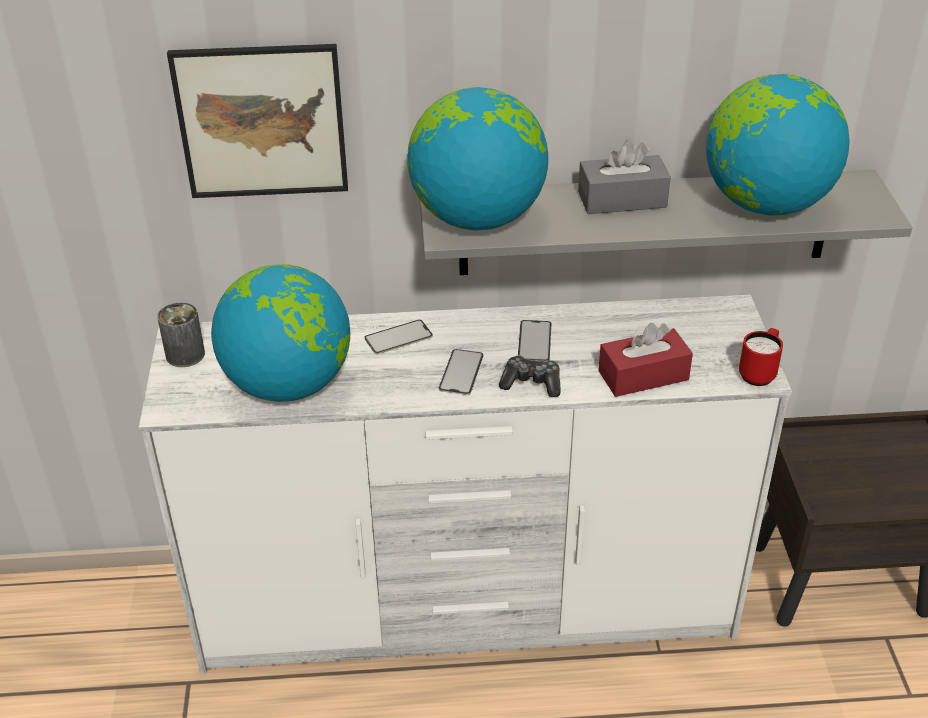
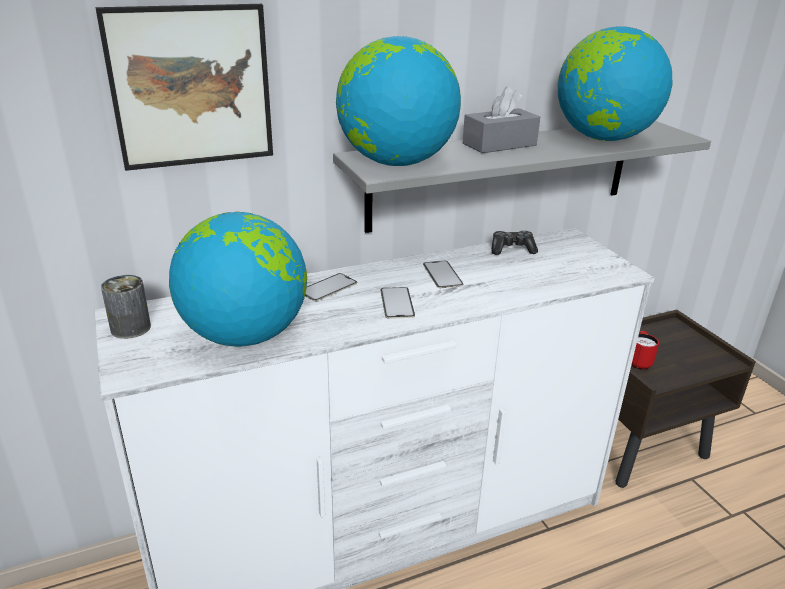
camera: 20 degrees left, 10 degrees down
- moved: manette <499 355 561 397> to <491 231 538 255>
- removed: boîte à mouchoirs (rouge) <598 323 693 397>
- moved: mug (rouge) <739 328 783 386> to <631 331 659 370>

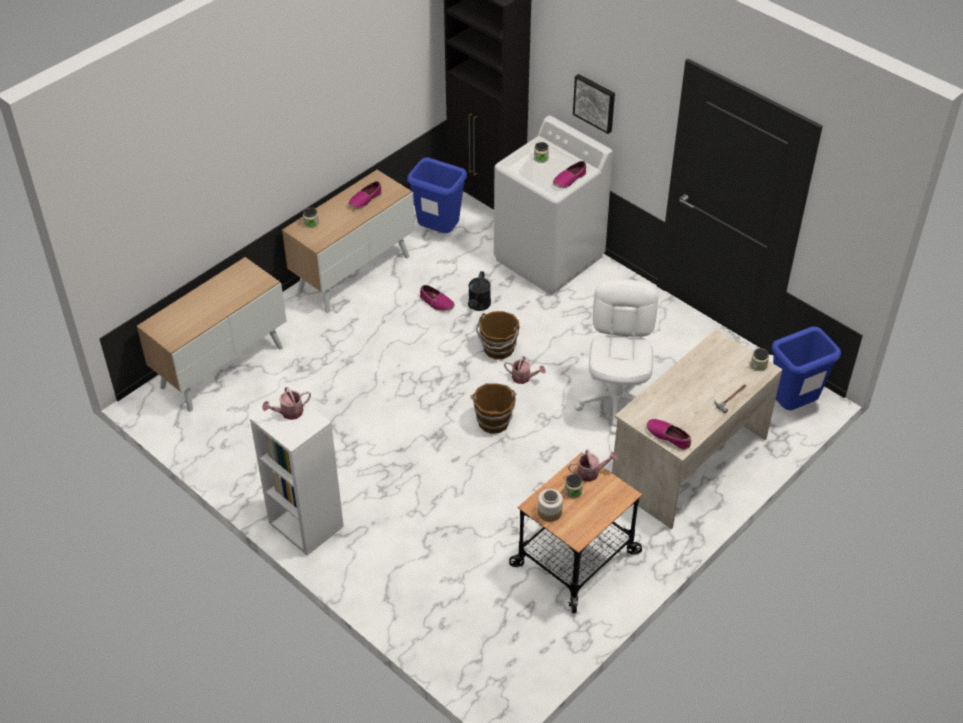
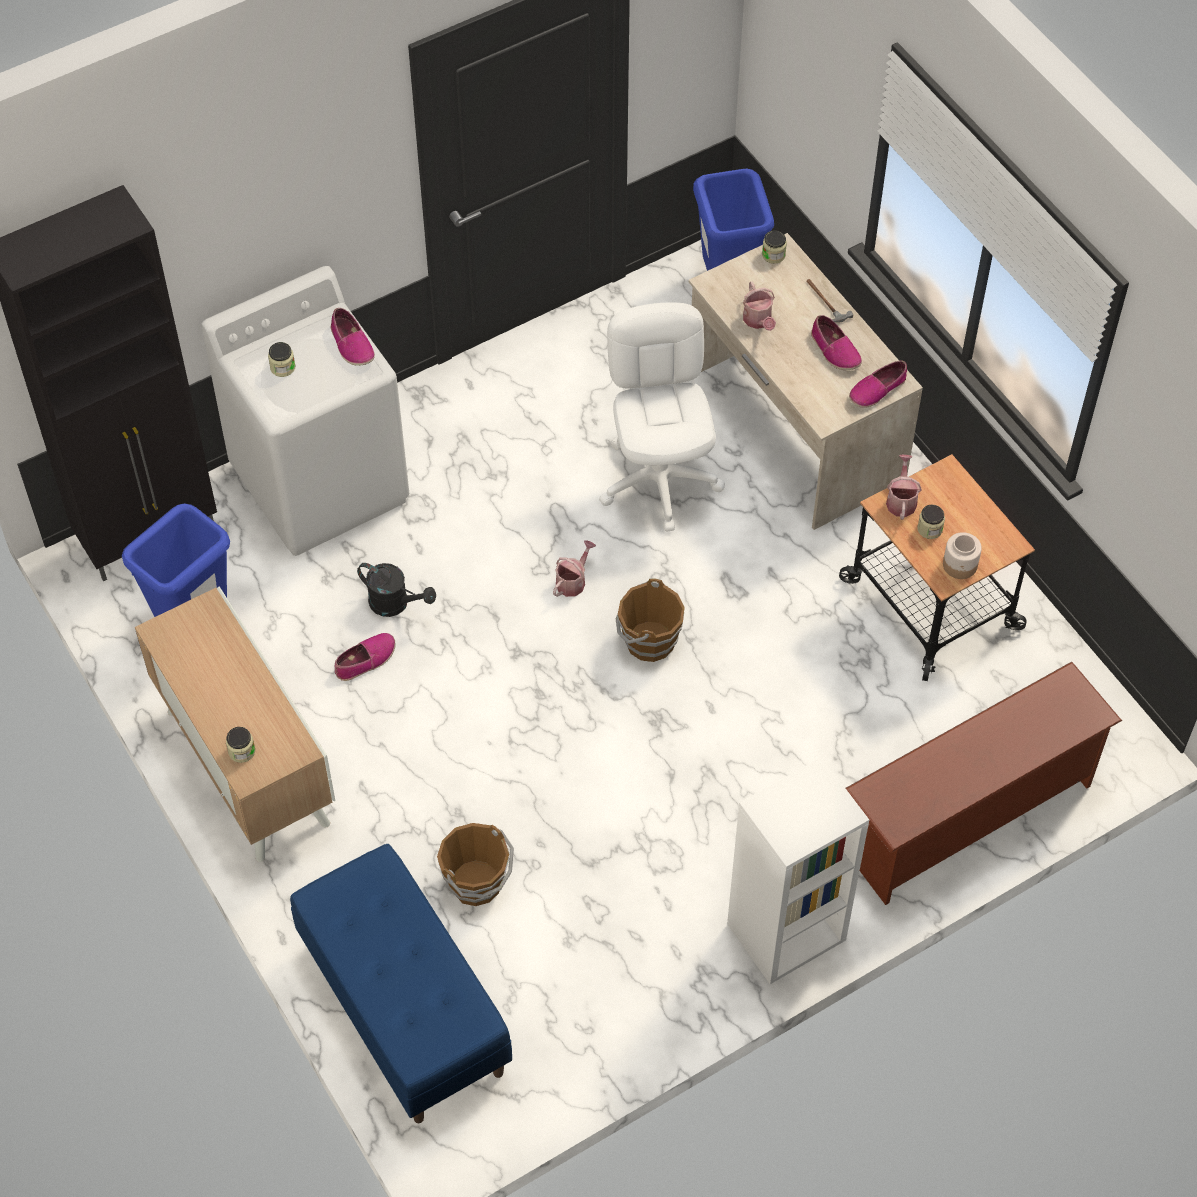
camera: 75 degrees left, 10 degrees up
- replaced: meuble de rangement <137 257 287 412> to banc (bleu) <290 844 512 1123>
- moved: arrosoir <262 387 311 420> to <743 281 776 331>
- moved: chaussure <348 181 381 209> to <811 315 862 370>
- moved: seau (marron) <476 311 519 359> to <437 823 514 906>
- removed: tableau <573 74 615 134>
- turned: chaise de bureau (blanc) <574 279 658 434> = <599 303 725 532> 60 degrees clockwise
- added: étagère à chaussures (marron) <846 662 1122 905>

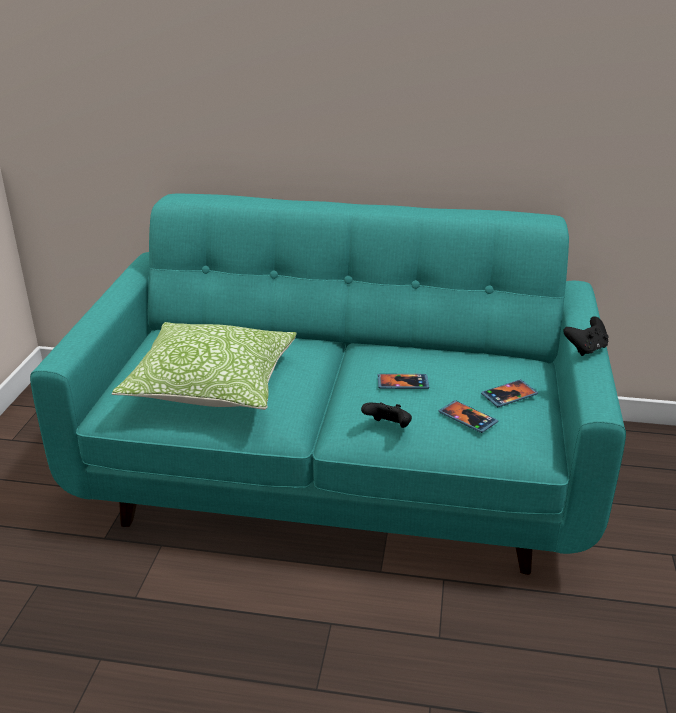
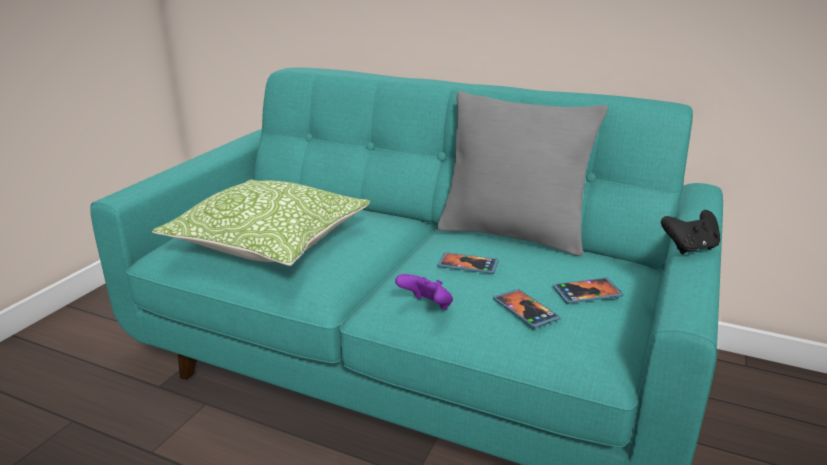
camera: 15 degrees right, 5 degrees down
- recoloured: manette (noir) <361 403 412 428> to manette (violet) <395 274 453 309>
- added: coussin (gris) <437 91 608 256>

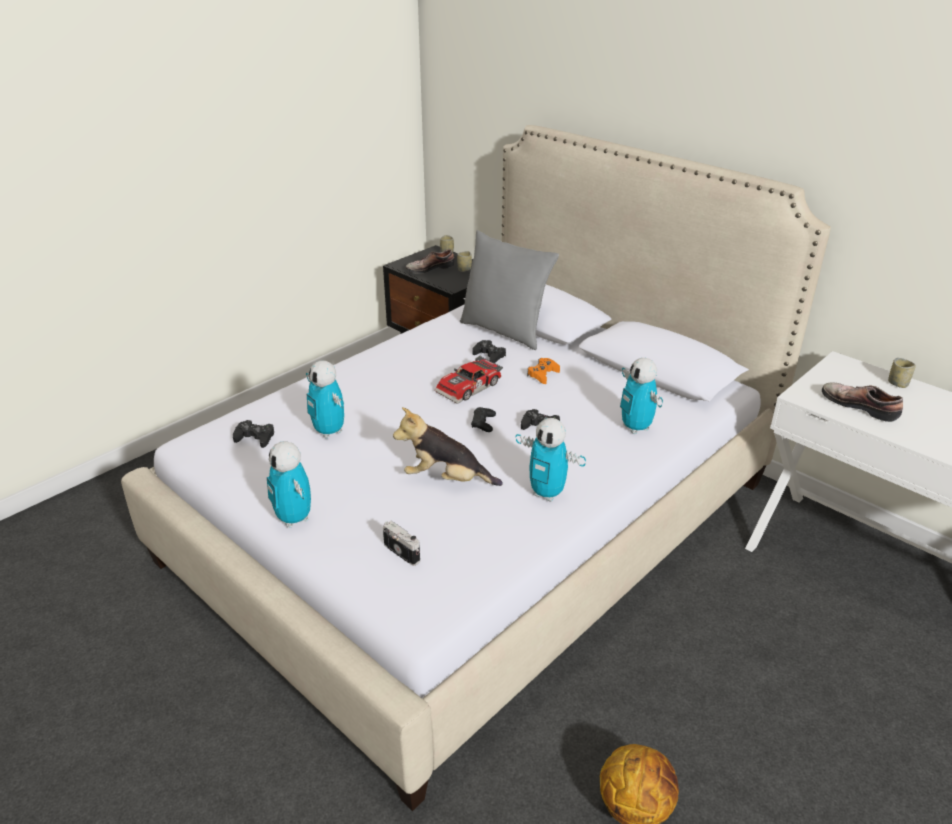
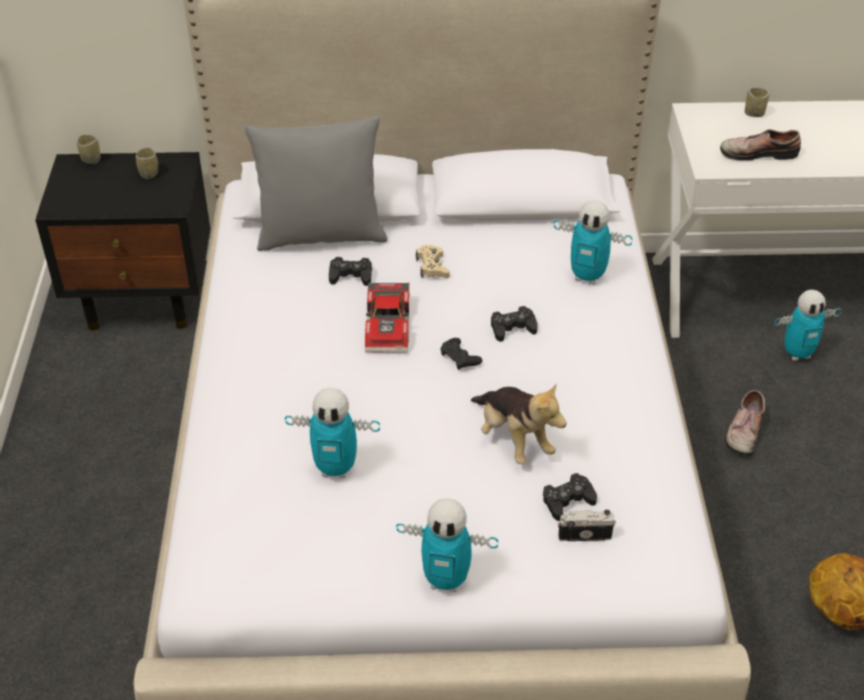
camera: 45 degrees left, 10 degrees up
- moved: manette (noir) <233 420 274 448> to <543 473 597 521>
- turned: peluche <393 407 503 486> = <471 384 567 464> 90 degrees counterclockwise
- moved: chaussure <406 249 455 274> to <725 390 765 456>
- moved: robot jouet <516 418 586 502> to <774 290 841 361>
- recoloured: manette (orange) <527 358 560 384> to manette (beige) <416 245 450 278>

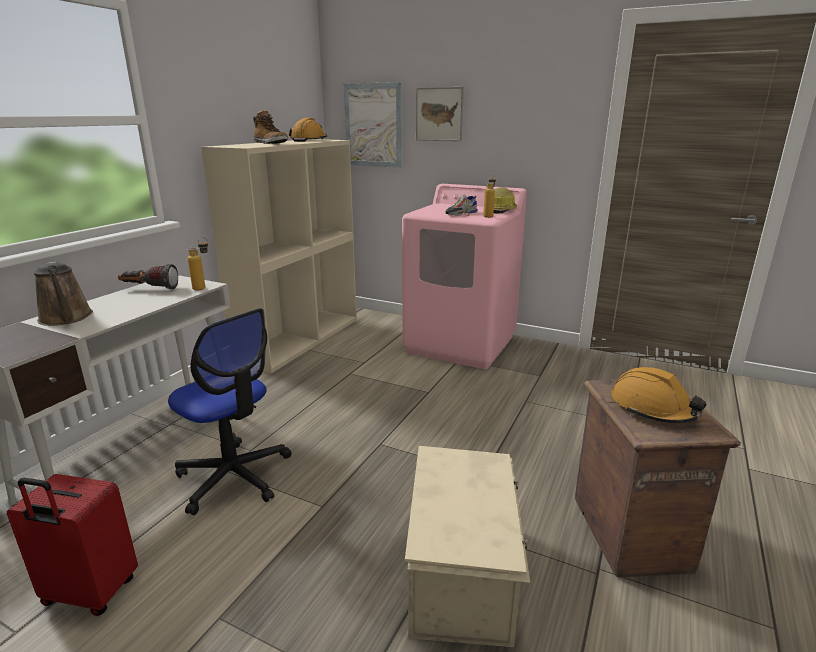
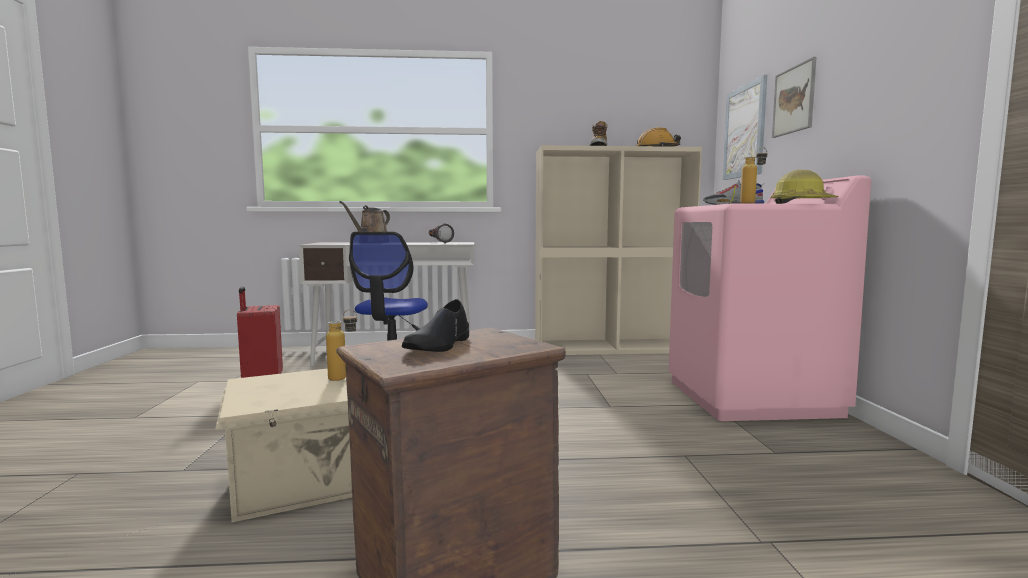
camera: 60 degrees right, 15 degrees down
- moved: bouteille <188 237 208 290> to <326 309 357 381>
- replaced: casque de chantier (orange) <611 367 706 423> to chaussure (noir) <402 299 469 352>

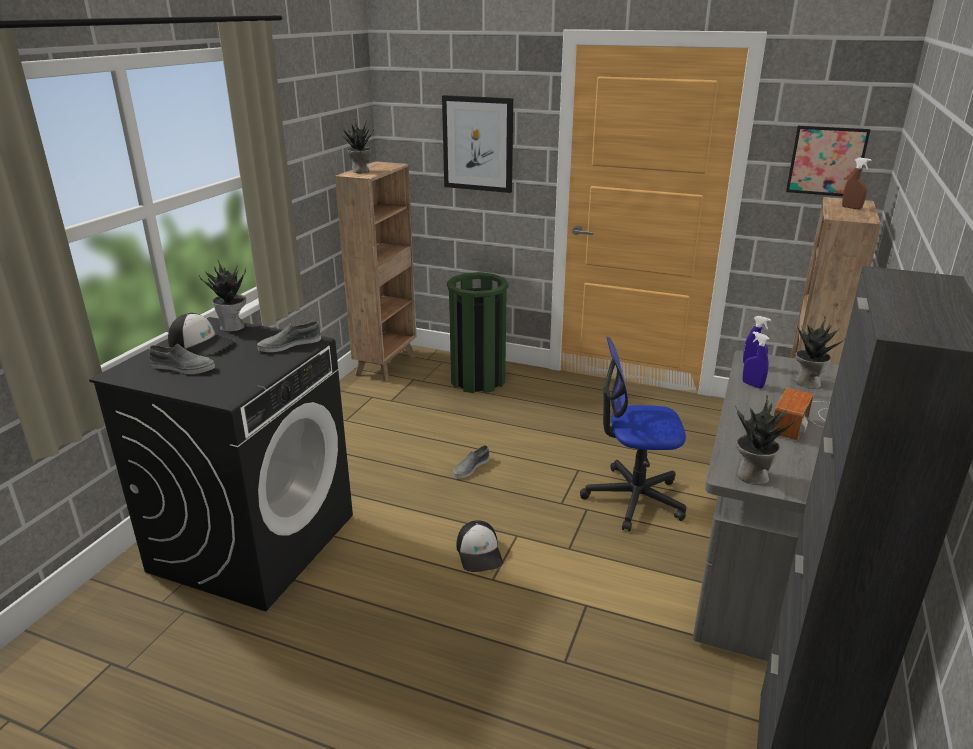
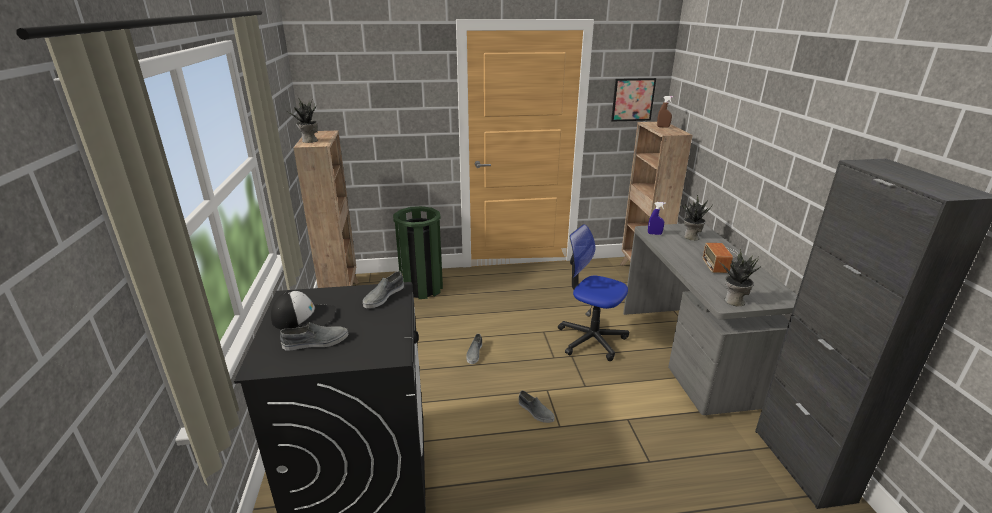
camera: 30 degrees left, 0 degrees up
- removed: plante en pot <199 260 246 332>
- removed: tableau <442 95 513 193>
- replaced: casquette <456 520 503 572> to chaussure (gris) <519 391 554 423>
- turned: chaise de bureau <580 337 686 531> = <558 224 629 361> 60 degrees clockwise
- removed: vaporisateur (bleu) <743 331 769 389>

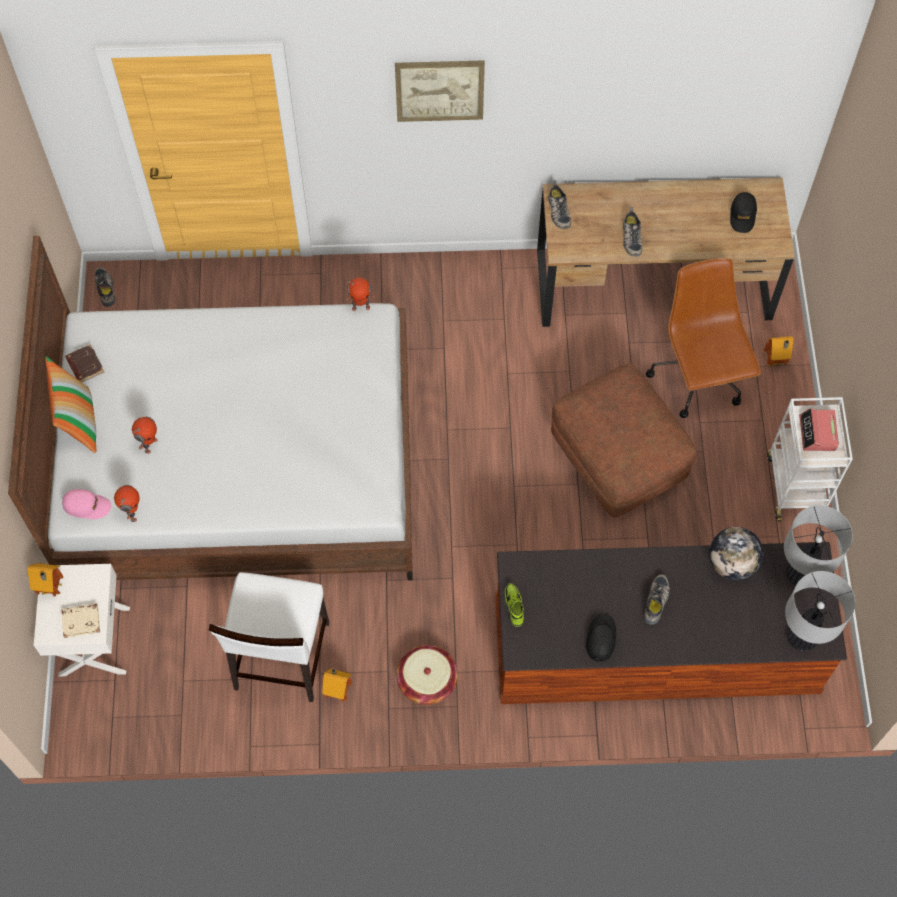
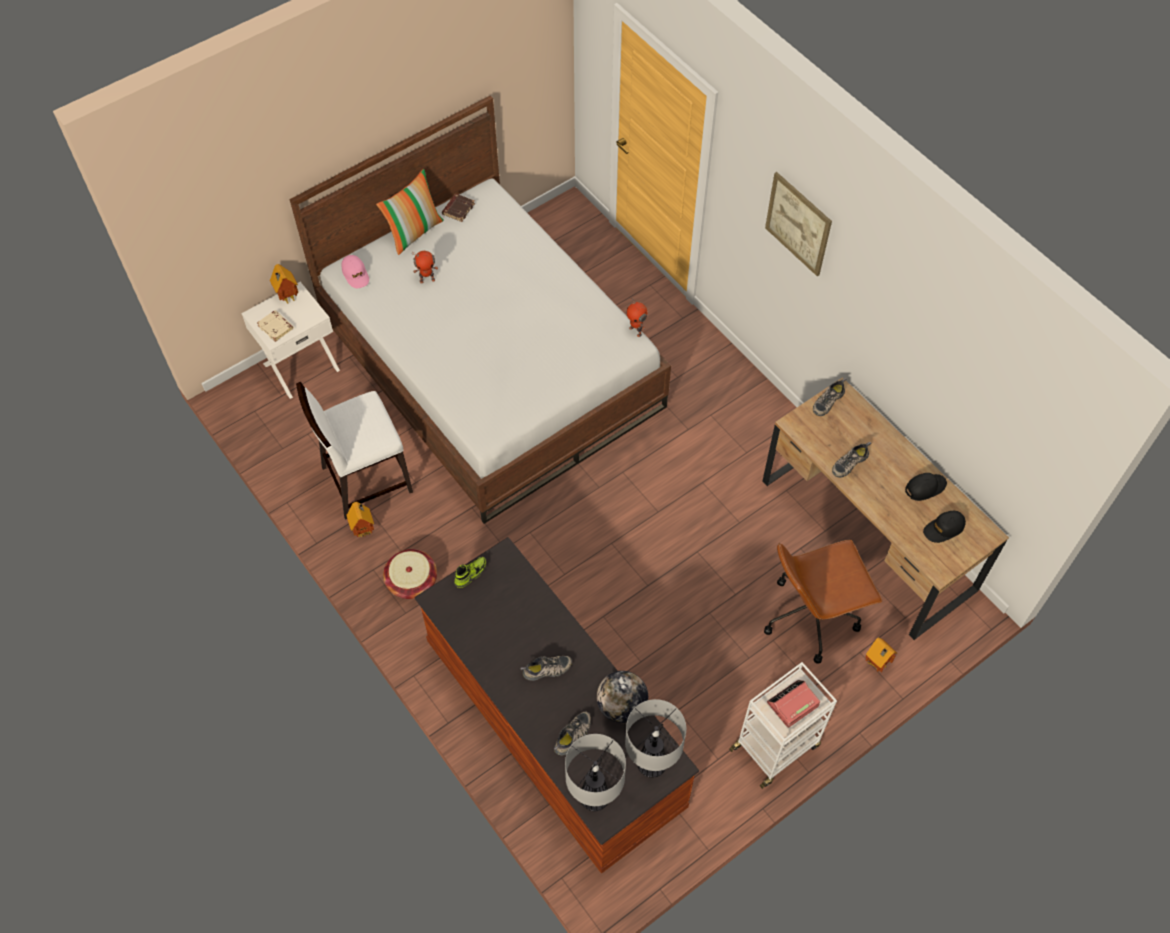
camera: 55 degrees right, 5 degrees down
- moved: chaussure <95 267 115 307> to <554 711 591 756>
- removed: robot jouet <114 485 140 522>
- removed: pouf (marron) <551 364 696 517>
- moved: casquette (noir) <586 614 616 662> to <905 473 947 501>
- turned: chaise de bureau (marron) <646 258 761 418> = <764 540 882 664> 150 degrees counterclockwise

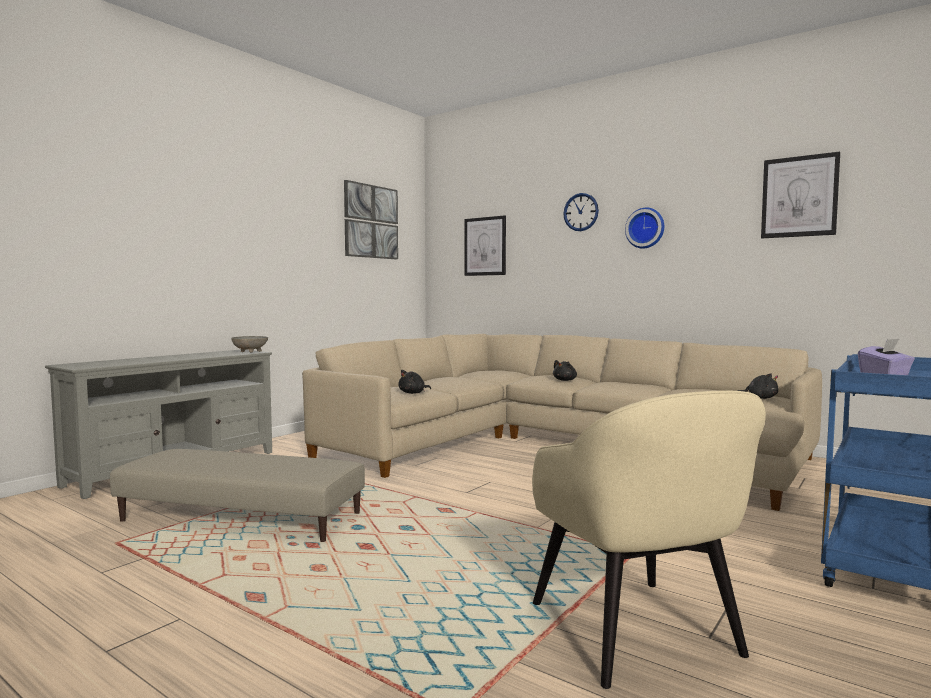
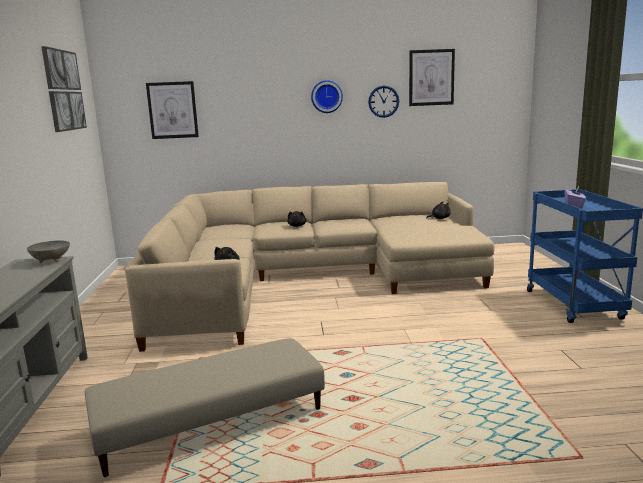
camera: 40 degrees left, 10 degrees up
- removed: fauteuil (beige) <532 390 766 689>
- moved: horloge murale <563 193 599 231> to <368 85 399 118>

